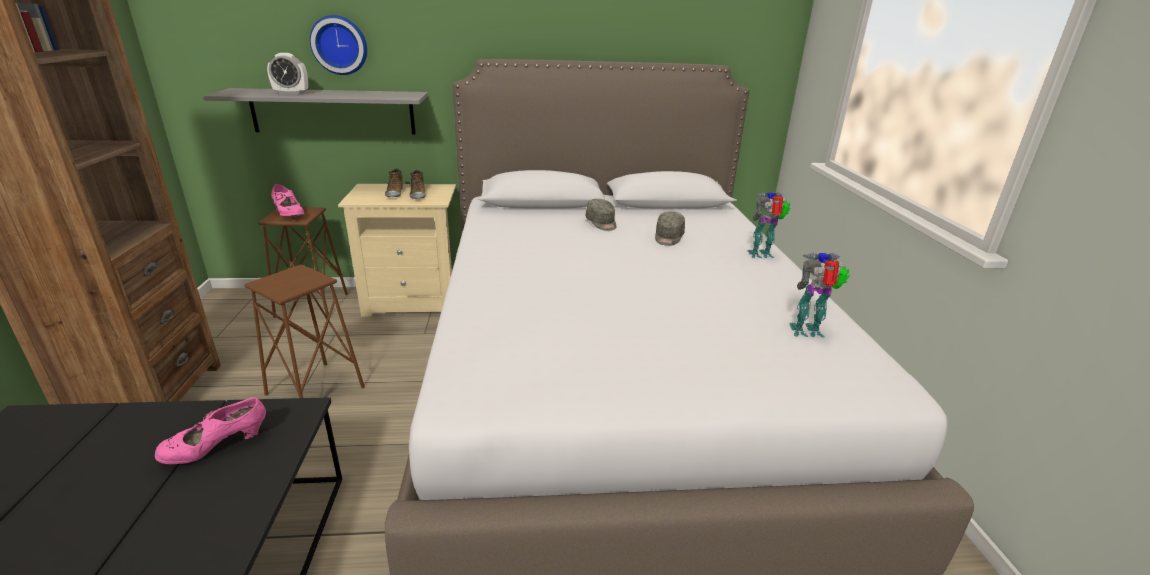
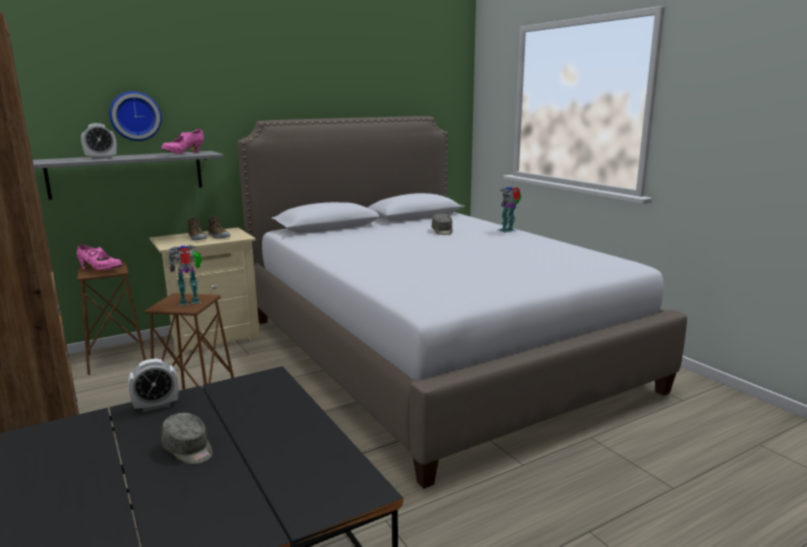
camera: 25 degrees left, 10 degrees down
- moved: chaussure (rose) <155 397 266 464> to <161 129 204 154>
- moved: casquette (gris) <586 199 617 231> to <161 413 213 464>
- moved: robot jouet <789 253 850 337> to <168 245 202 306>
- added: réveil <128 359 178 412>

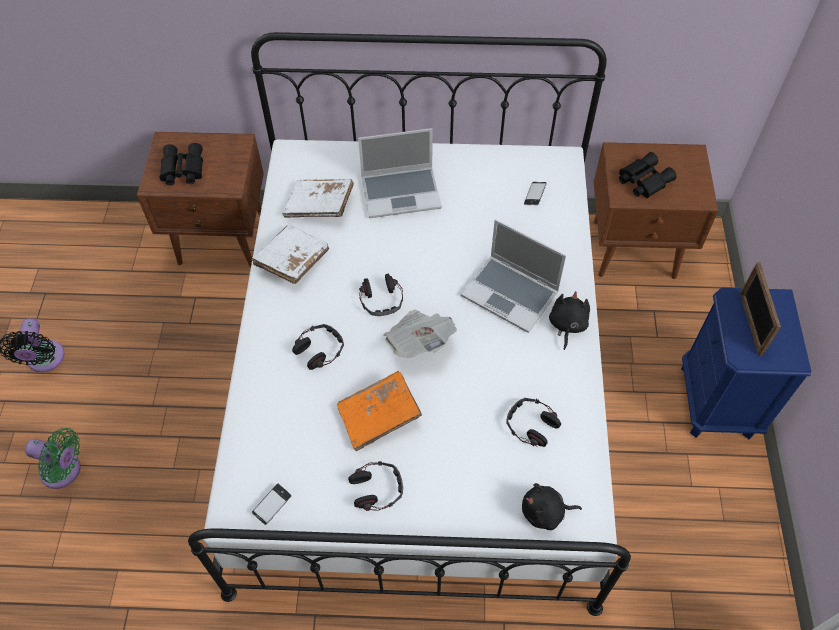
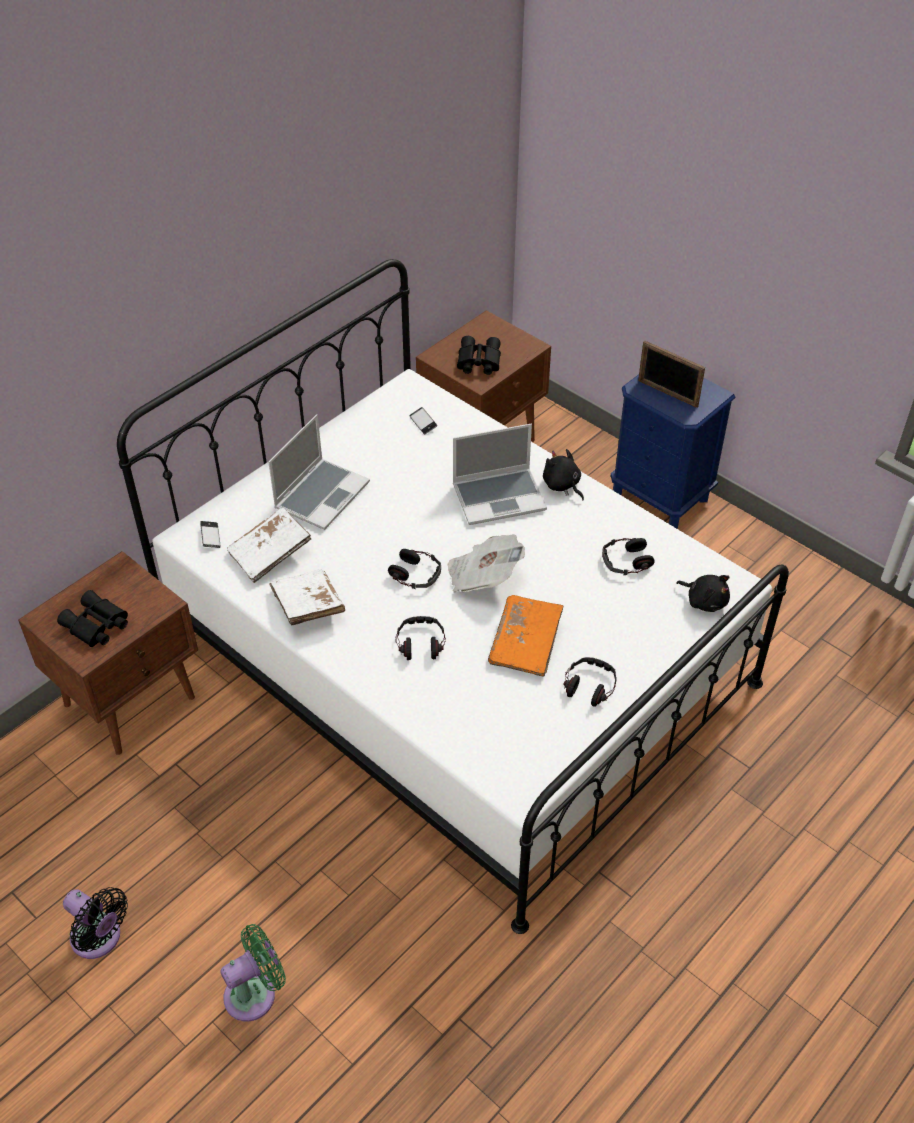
camera: 50 degrees left, 10 degrees down
- moved: téléphone <252 484 291 525> to <200 521 221 548>
- turned: peluche (noir) <522 483 582 530> = <676 575 730 612> 90 degrees counterclockwise

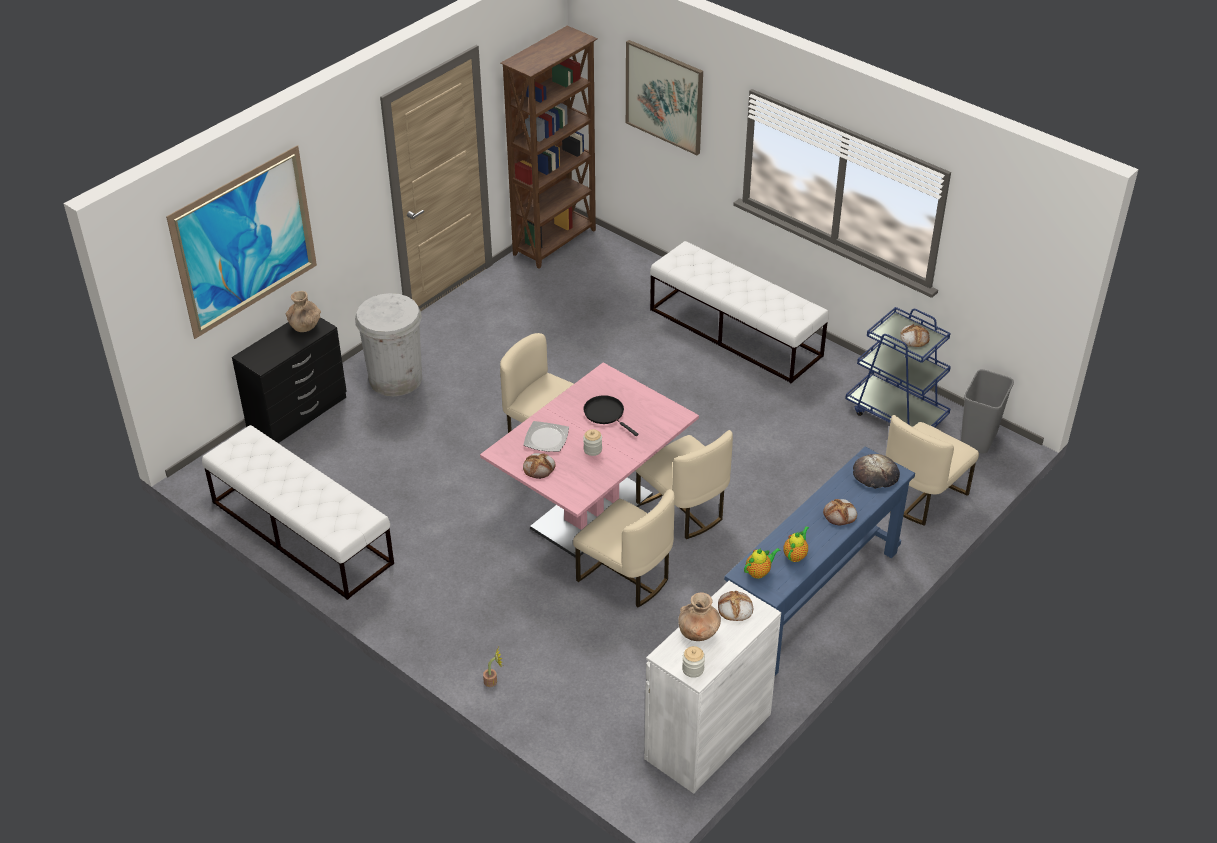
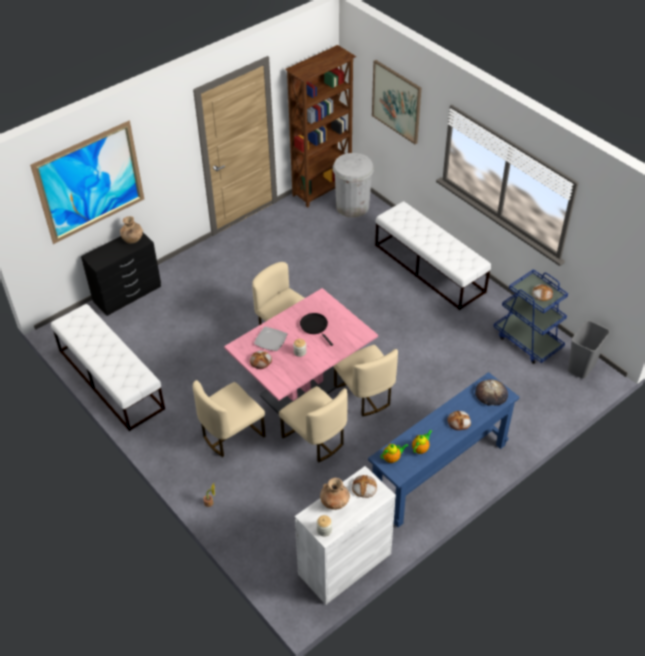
camera: 10 degrees right, 5 degrees up
- moved: poubelle (blanc) <355 293 422 396> to <333 153 374 218>
- moved: chaise (beige) <886 415 979 525> to <193 380 265 457>

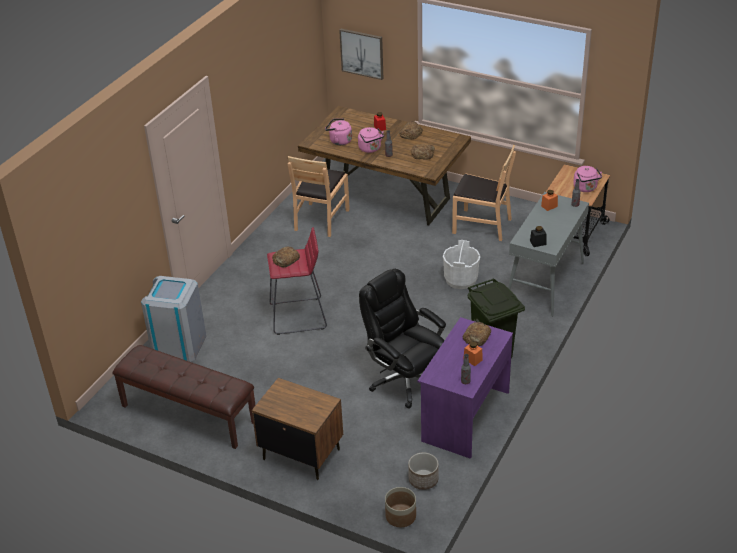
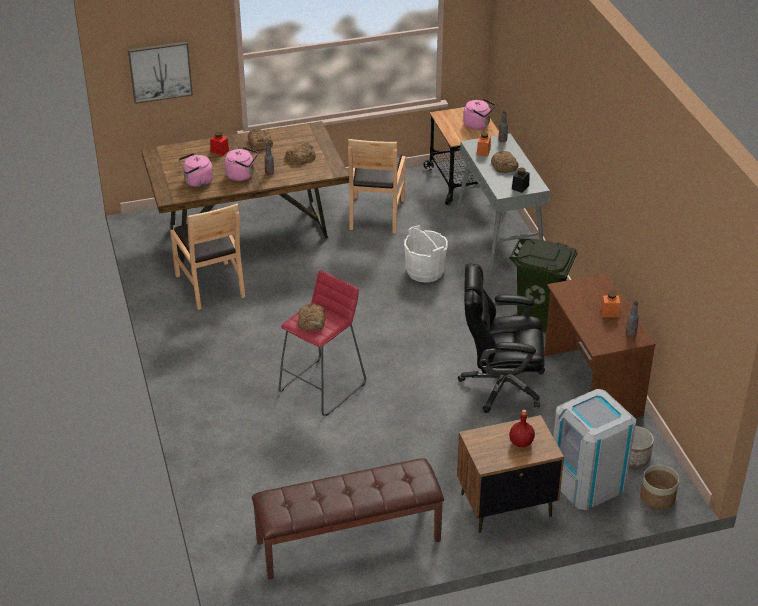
camera: 45 degrees left, 0 degrees up
- moved: poubelle (gris) <141 276 206 362> to <553 389 636 510>
- recoloured: bureau (violet) <417 317 513 459> to bureau (marron) <544 273 656 418>
- turned: chaise (marron) <452 145 516 241> = <348 139 406 233> 120 degrees clockwise
- moved: pain <463 322 491 346> to <491 150 519 173>
- added: bouteille (rouge) <509 410 535 448>

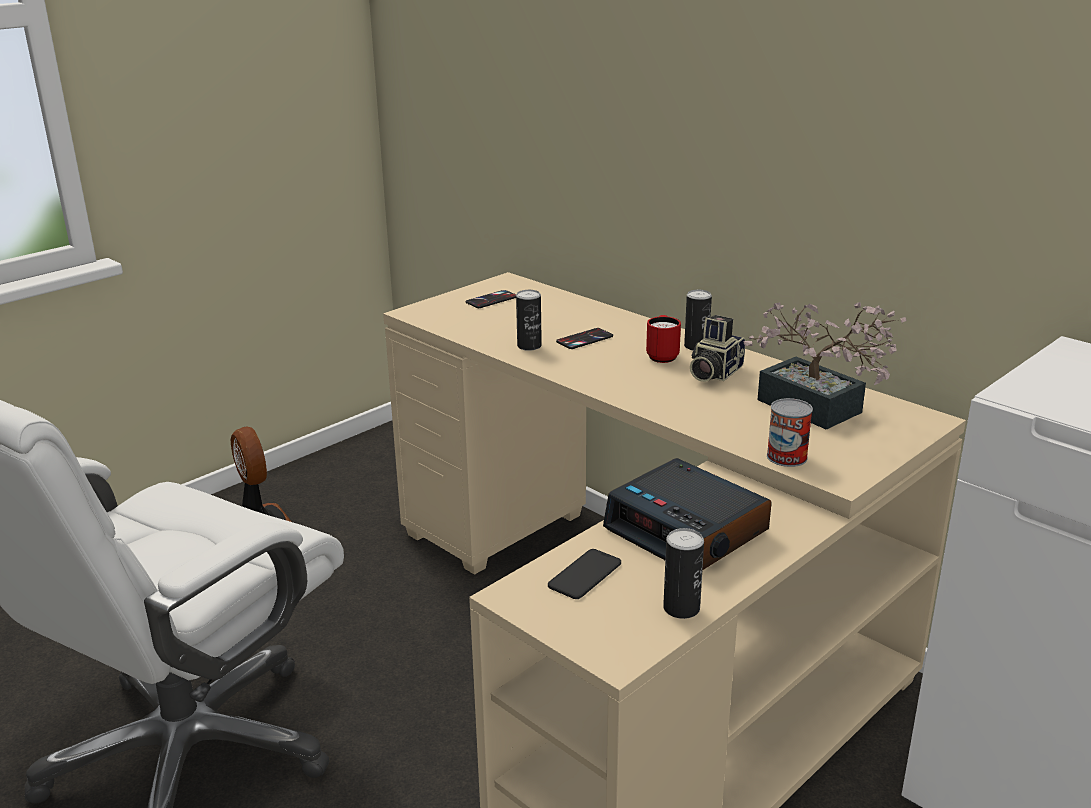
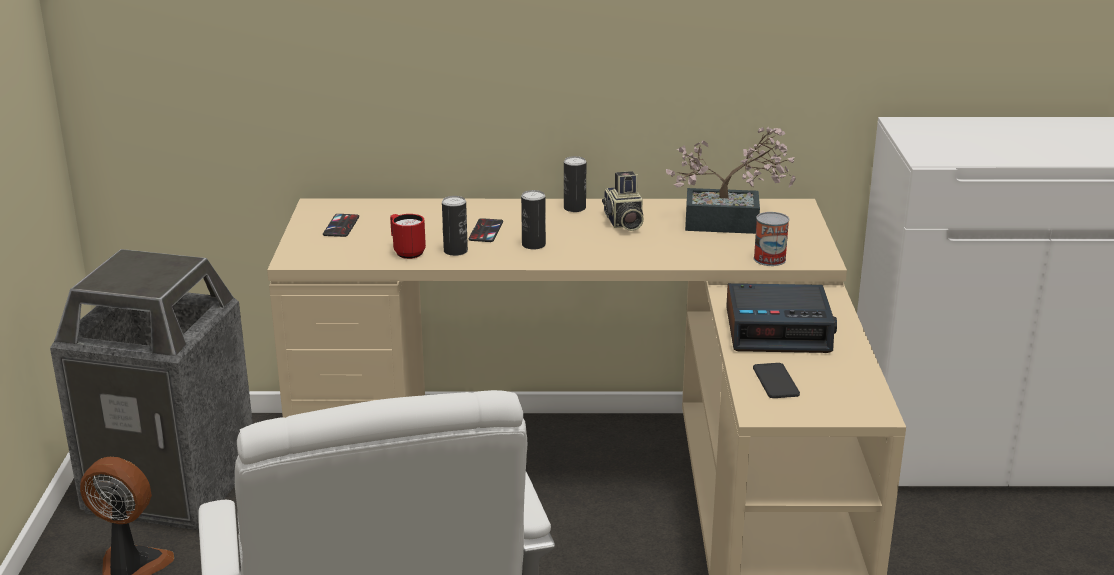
camera: 45 degrees left, 0 degrees up
- moved: mug (rouge) <646 315 681 363> to <390 214 426 259>
- moved: boîte métallique <663 528 704 619> to <521 190 546 249>
- added: poubelle <50 249 253 530>

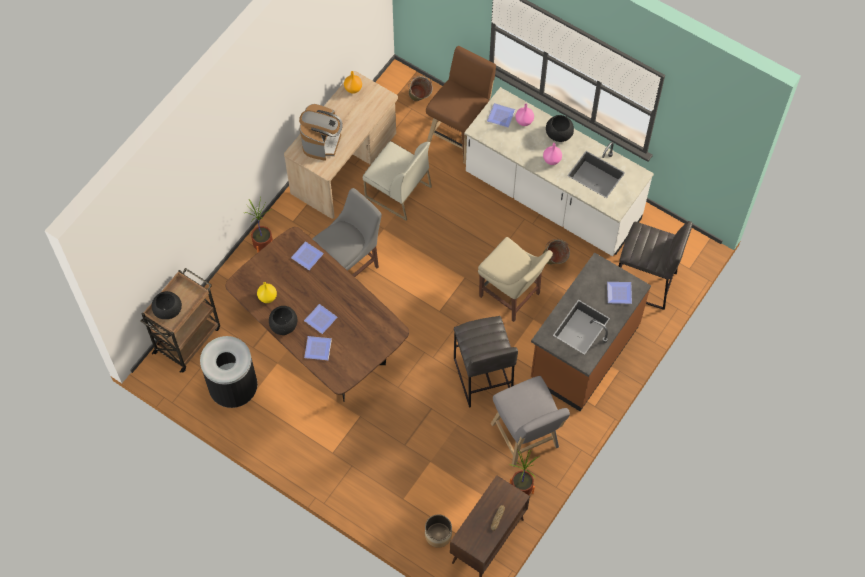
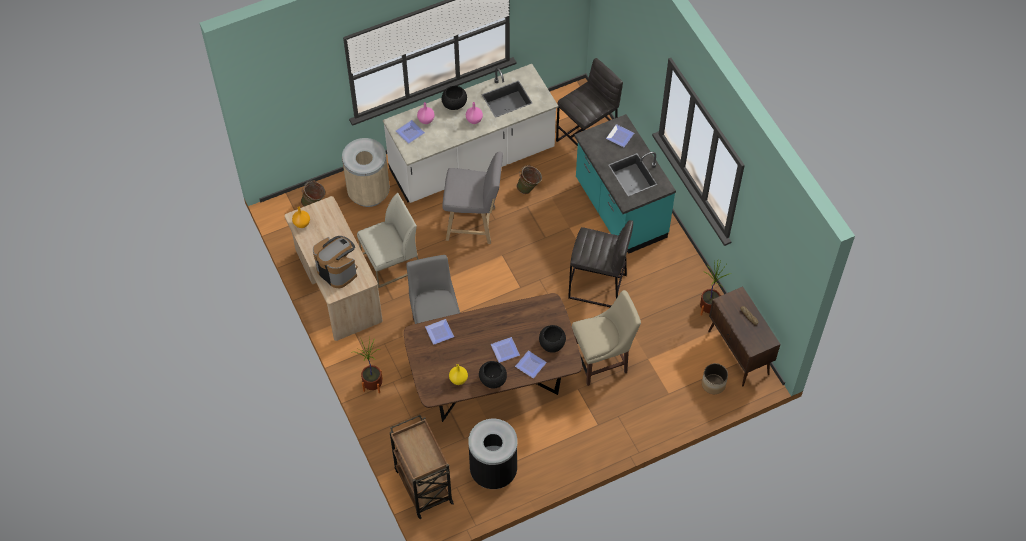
camera: 60 degrees left, 5 degrees down
- moved: bol (noir) <151 291 182 319> to <539 325 566 353>
- replaced: tabouret (marron) <426 46 496 164> to poubelle (beige) <342 138 390 207>
- moved: chaise (beige) <478 237 553 322> to <572 290 641 386>
- moved: tabouret (gris) <491 376 570 467> to <442 151 503 244>
- recoloured: comptoir de cuisine (marron) <531 252 651 411> to comptoir de cuisine (turquoise) <574 114 676 254>

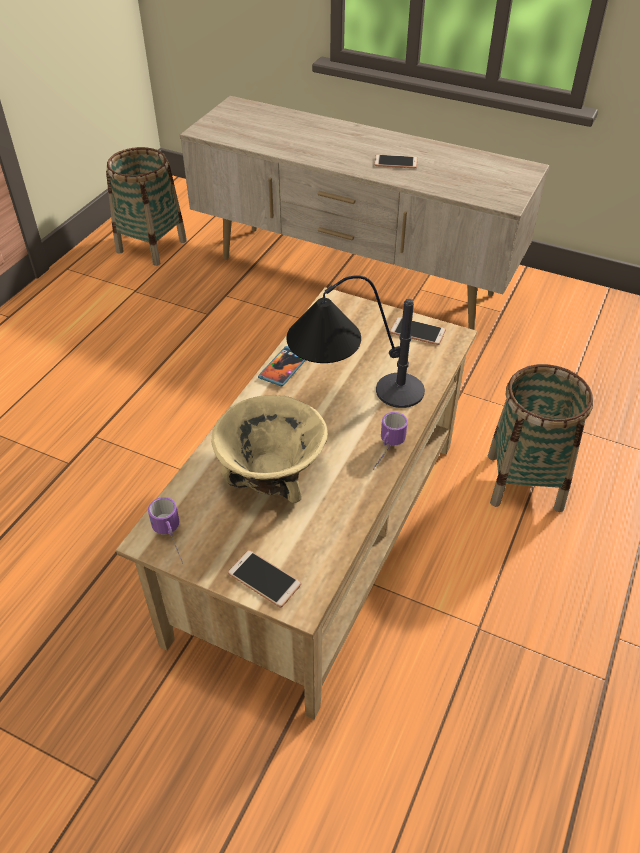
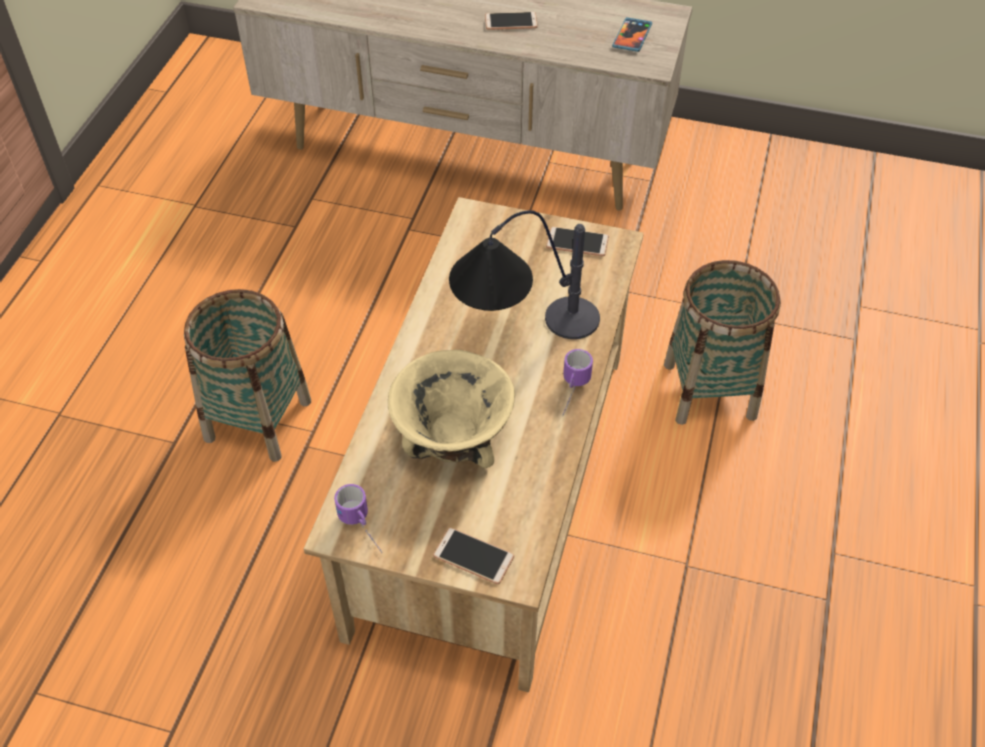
camera: 10 degrees left, 5 degrees up
- moved: panier <106 147 187 266> to <184 289 311 462>
- moved: téléphone <258 346 306 387> to <612 17 652 52>

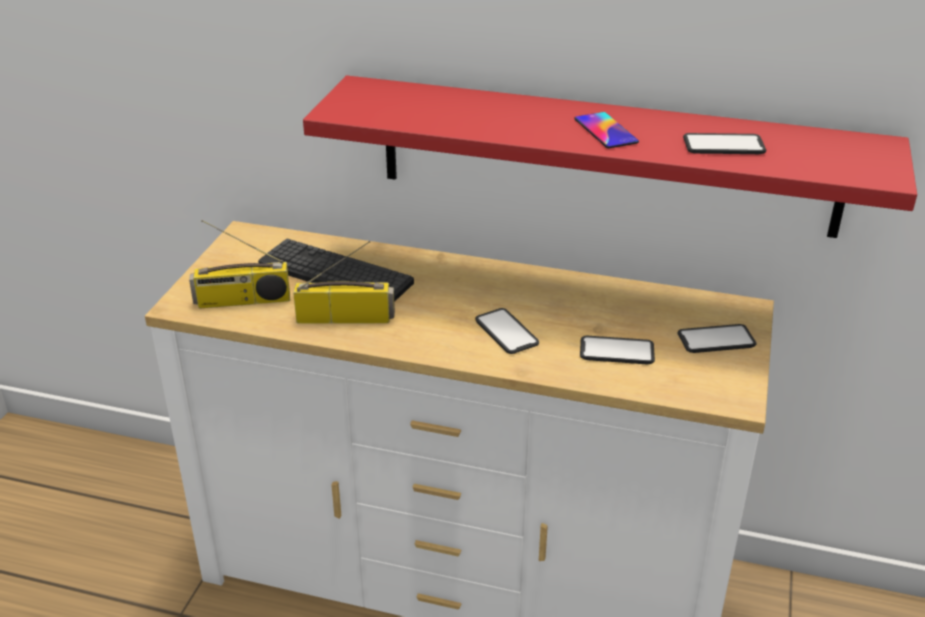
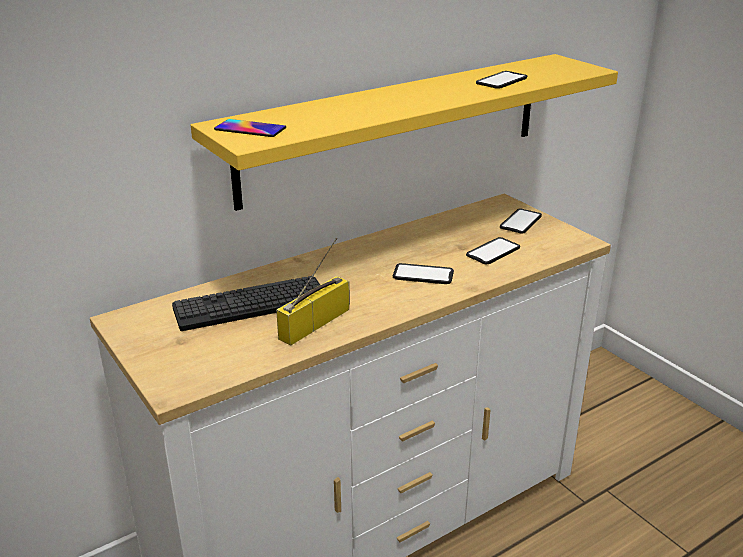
camera: 50 degrees left, 5 degrees down
- removed: radio <189 220 290 309>
- recoloured: étagère (rouge) <303 76 917 238> to étagère (jaune) <191 54 618 211>
- moved: téléphone <574 112 639 148> to <214 119 286 137>

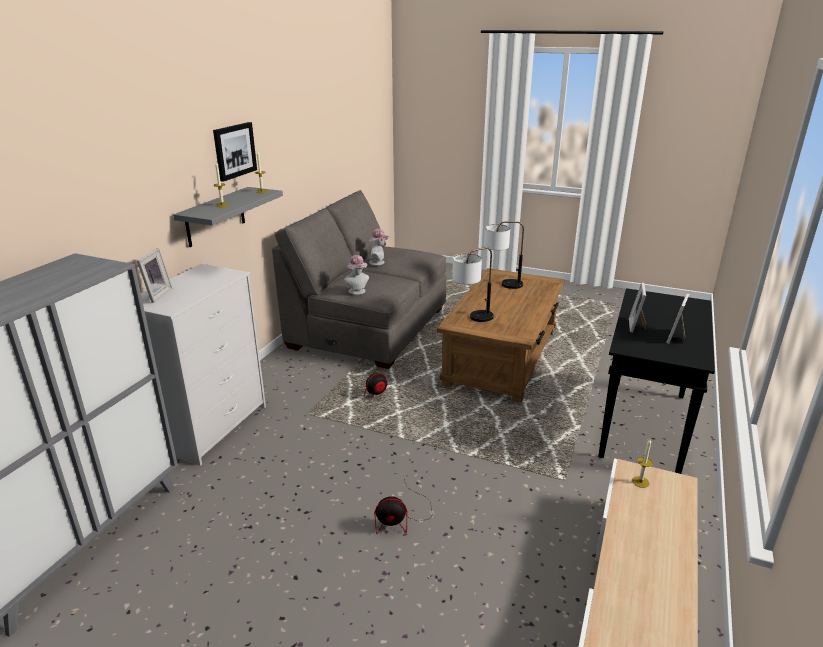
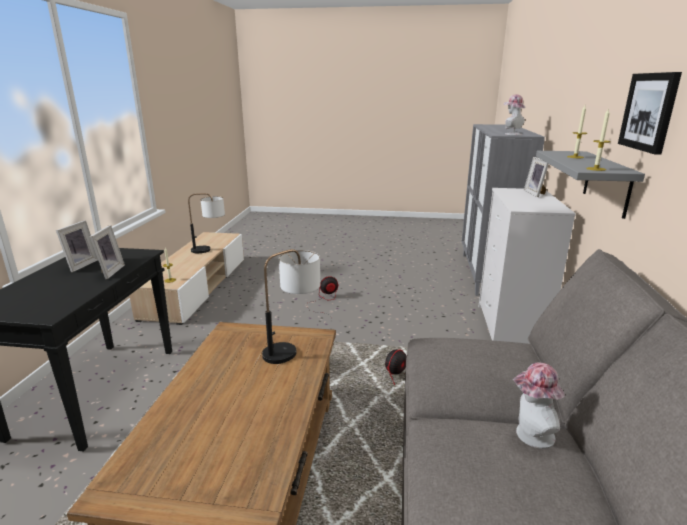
camera: 165 degrees right, 5 degrees down
- moved: chapeau <344 255 369 295> to <504 94 526 135>
- moved: lampe de table <484 221 524 289> to <188 193 225 253>

